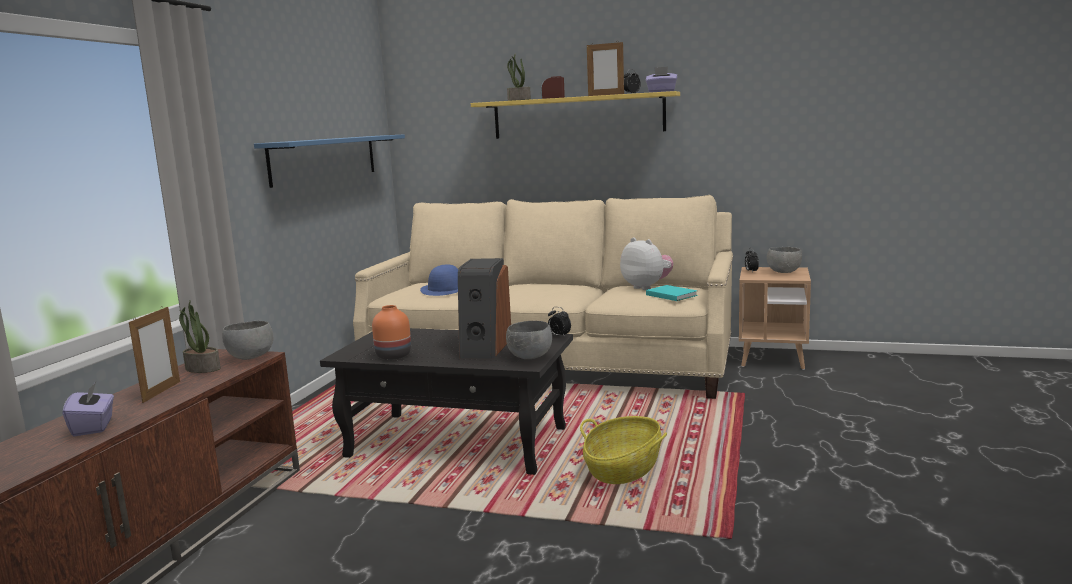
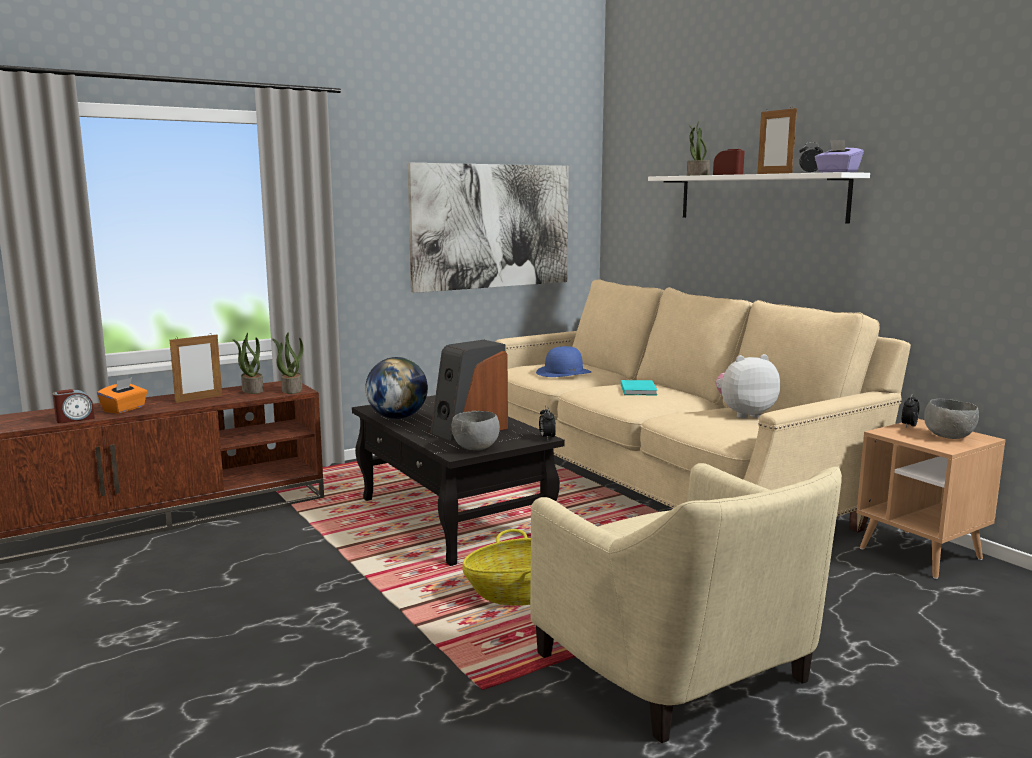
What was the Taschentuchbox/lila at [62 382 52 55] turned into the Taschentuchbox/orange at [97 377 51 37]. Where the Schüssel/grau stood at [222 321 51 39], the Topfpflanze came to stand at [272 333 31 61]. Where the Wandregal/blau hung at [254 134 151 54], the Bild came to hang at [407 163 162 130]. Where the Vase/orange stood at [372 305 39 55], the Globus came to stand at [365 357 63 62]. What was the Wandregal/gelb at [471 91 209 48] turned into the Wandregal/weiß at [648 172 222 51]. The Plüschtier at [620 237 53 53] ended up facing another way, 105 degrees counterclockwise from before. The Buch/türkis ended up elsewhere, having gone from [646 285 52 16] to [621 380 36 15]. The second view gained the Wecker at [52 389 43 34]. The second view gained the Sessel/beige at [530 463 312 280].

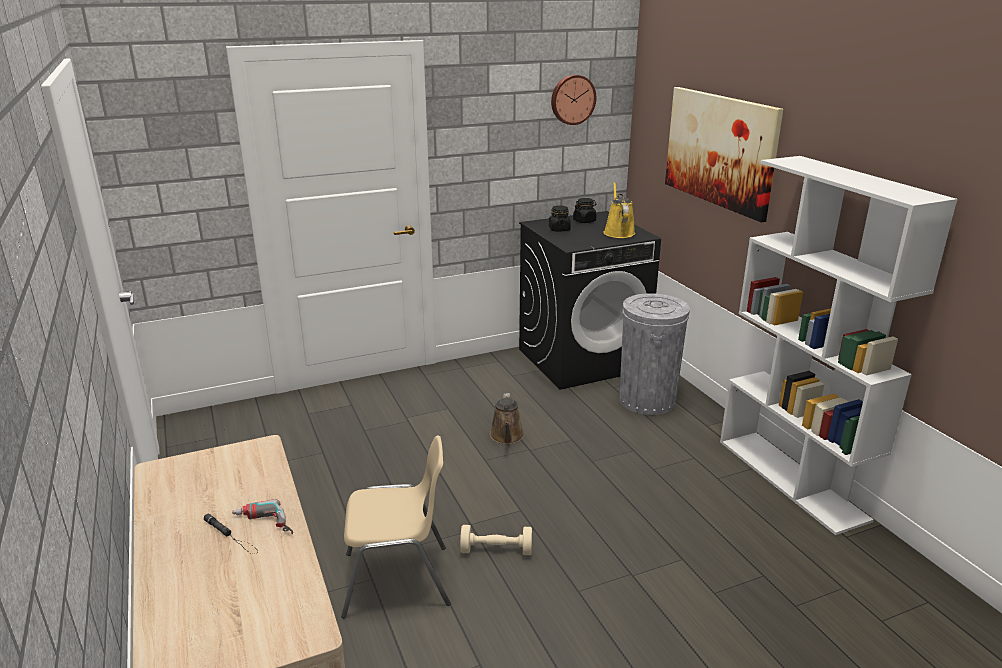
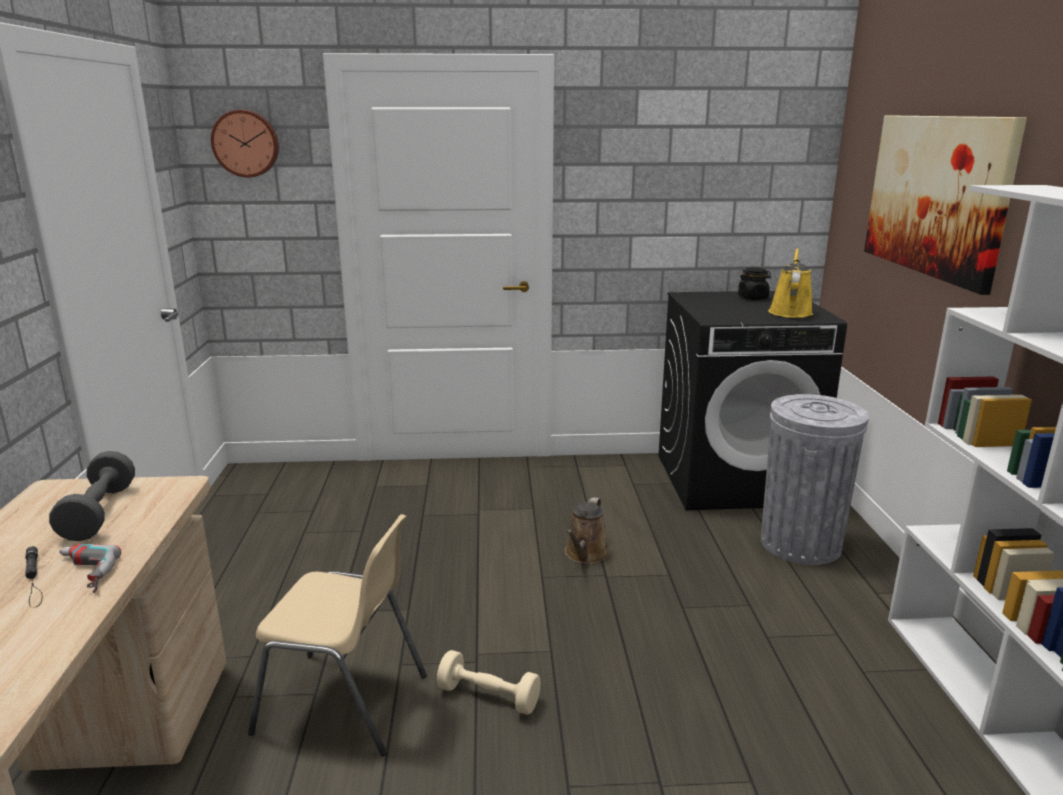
The second view lost the Vorratsglas/schwarz at [549 205 22 27]. The Wanduhr ended up elsewhere, having gone from [551 75 45 50] to [211 110 68 68]. The second view gained the Hantel/grau at [49 451 86 90].

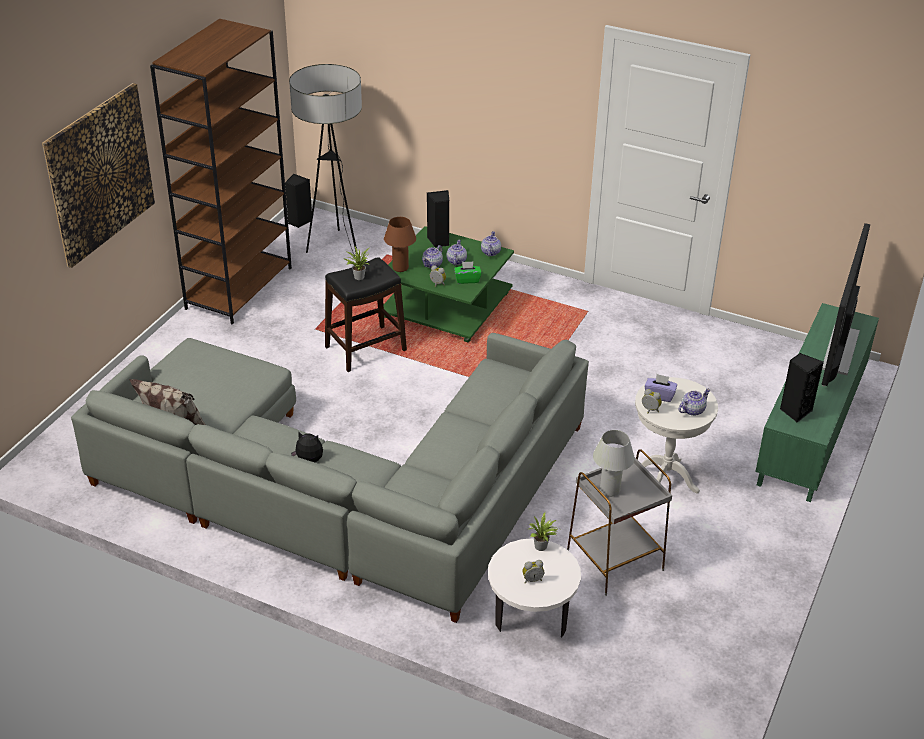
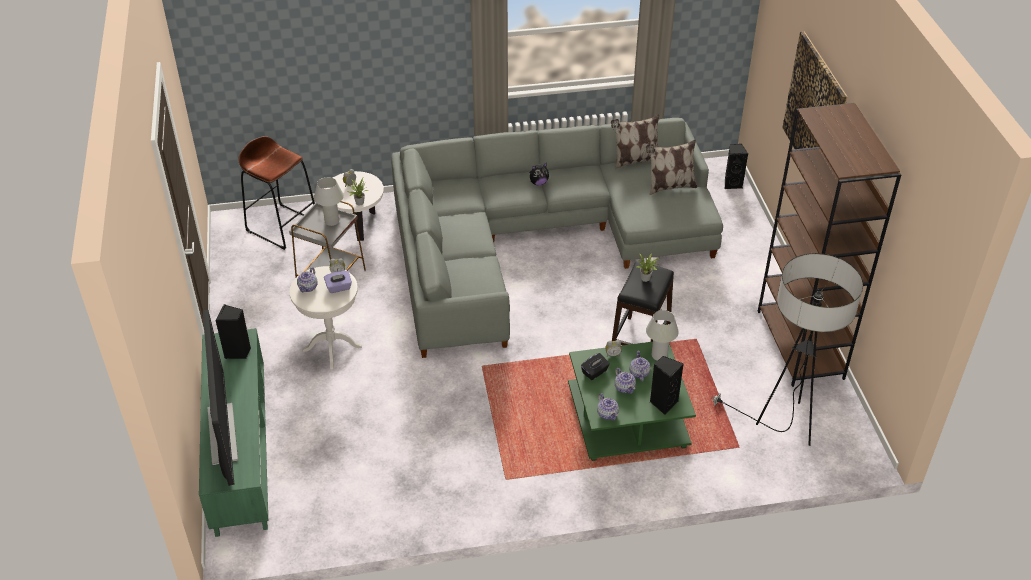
The Lautsprecher/schwarz ended up elsewhere, having gone from [285 174 28 54] to [725 144 23 45]. What was the Tischlampe/braun at [384 217 32 55] turned into the Tischlampe/weiß at [646 310 33 51]. What was the Taschentuchbox/grün at [454 262 28 22] turned into the Taschentuchbox/schwarz at [581 353 29 27]. The second view gained the Hocker/braun at [239 136 76 114]. The second view gained the Kissen at [646 140 51 55].

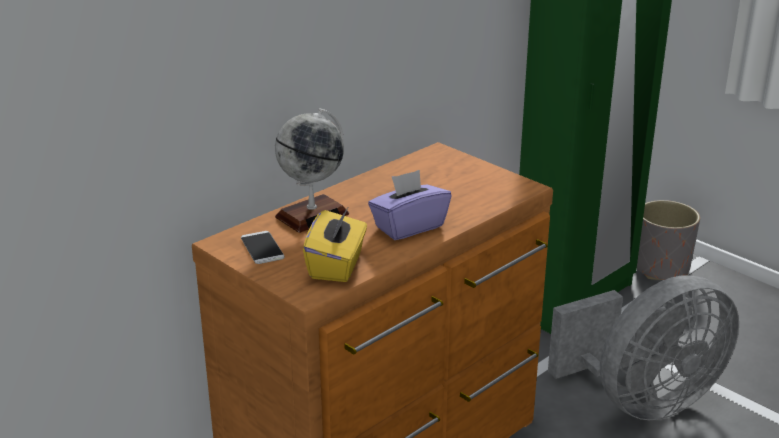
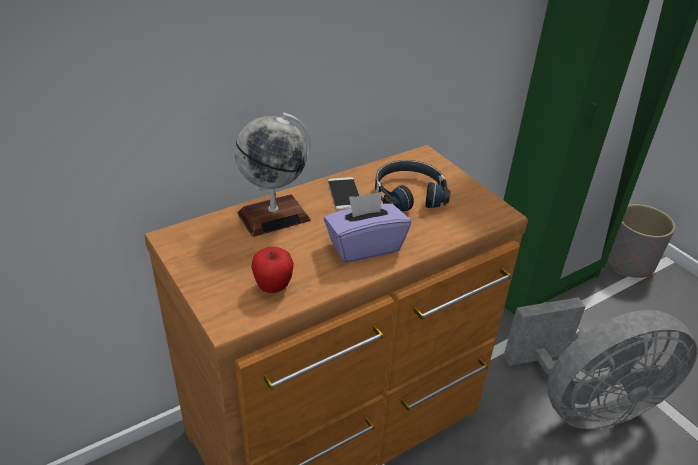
The Handy ended up elsewhere, having gone from [241 231 44 33] to [328 177 32 33]. Where the Taschentuchbox/gelb stood at [303 206 64 76], the Apfel came to stand at [251 247 43 46]. The second view gained the Kopfhörer/schwarz at [375 160 76 51].

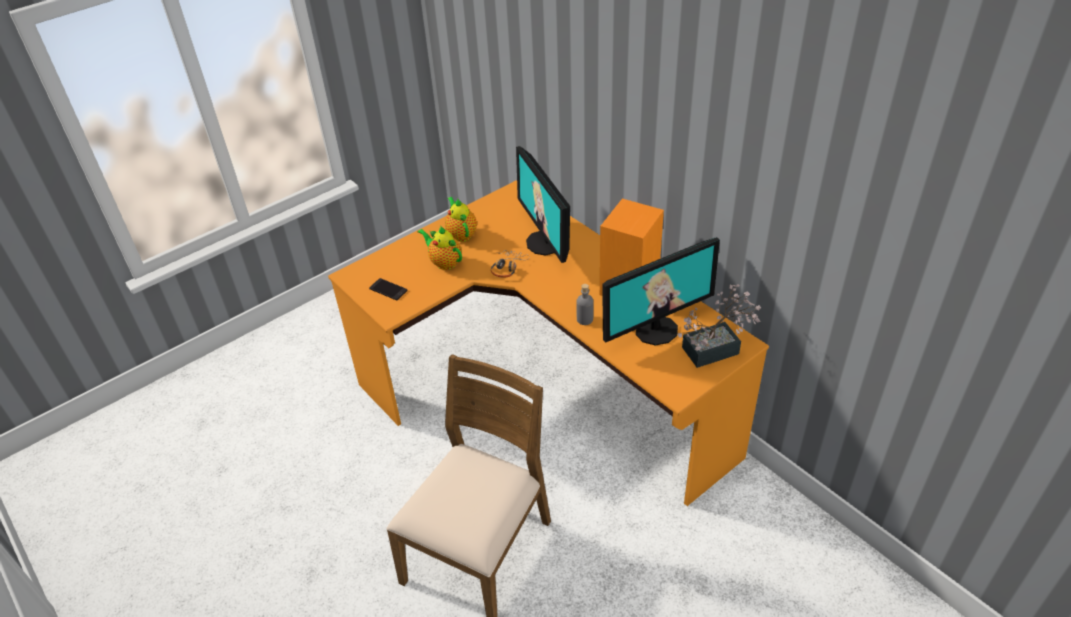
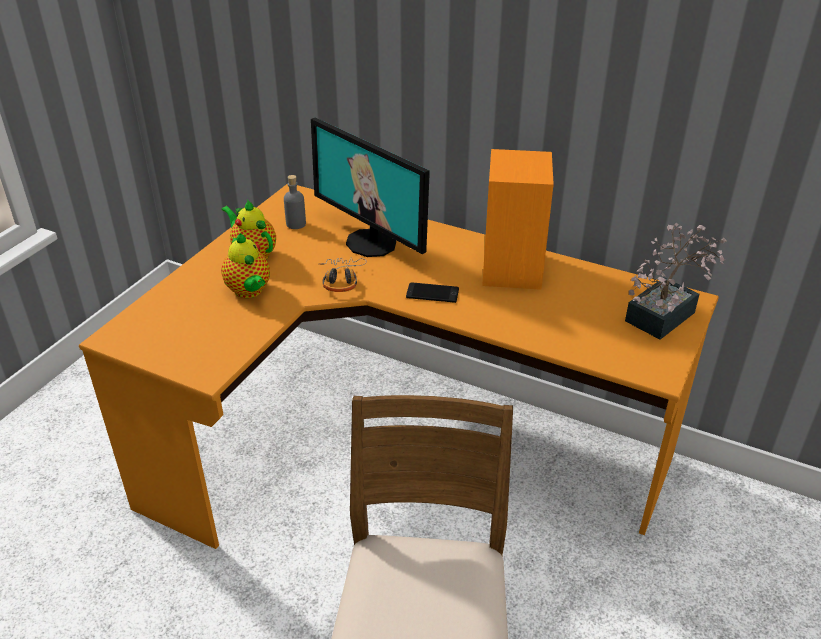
The Handy ended up elsewhere, having gone from [369 278 39 23] to [406 282 53 21]. The Teekanne at [418 227 44 43] ended up facing another way, 135 degrees counterclockwise from before. The Flasche/grau ended up elsewhere, having gone from [577 284 17 41] to [284 175 22 54]. The second view lost the Monitor at [602 237 118 109].

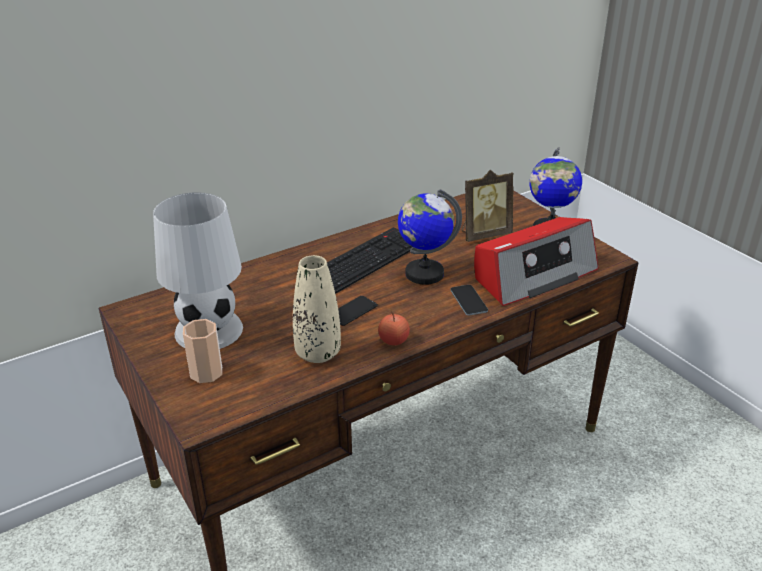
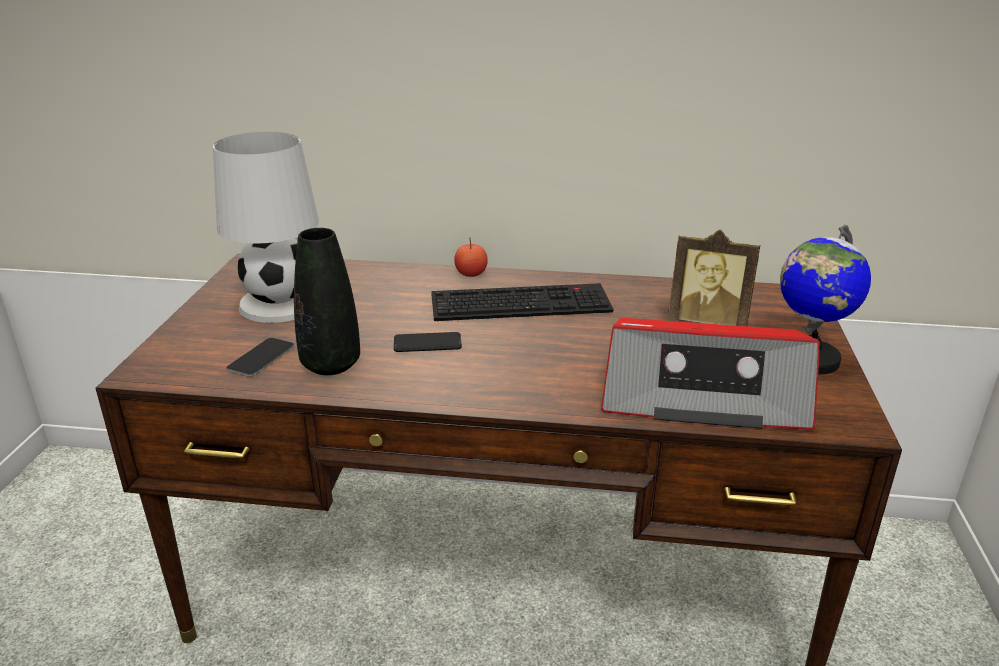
The second view lost the Tasse at [183 319 39 64]. What was the Vase/beige at [293 255 48 108] turned into the Vase/schwarz at [294 228 66 147]. The Apfel ended up elsewhere, having gone from [378 311 32 34] to [454 237 34 40]. The second view lost the Globus at [398 189 64 96]. The Handy ended up elsewhere, having gone from [451 285 37 30] to [227 338 67 39].

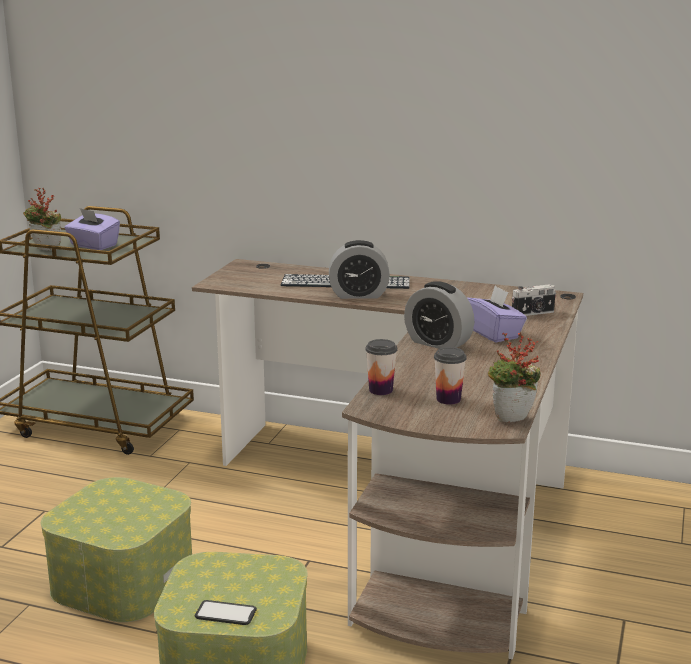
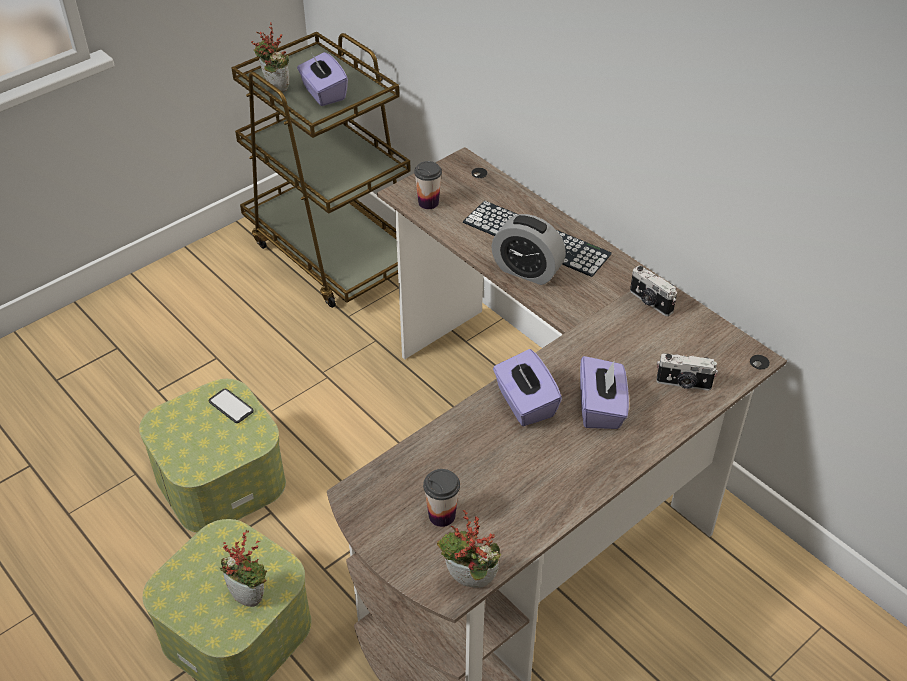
The Handy ended up elsewhere, having gone from [195 600 62 25] to [209 389 45 34]. The Tasse ended up elsewhere, having gone from [365 339 32 56] to [414 161 28 48]. Where the Wecker stood at [404 281 71 68], the Taschentuchbox/lila came to stand at [493 349 69 77]. The second view gained the Topfpflanze at [220 530 47 77]. The second view gained the Kamera at [630 266 47 50].

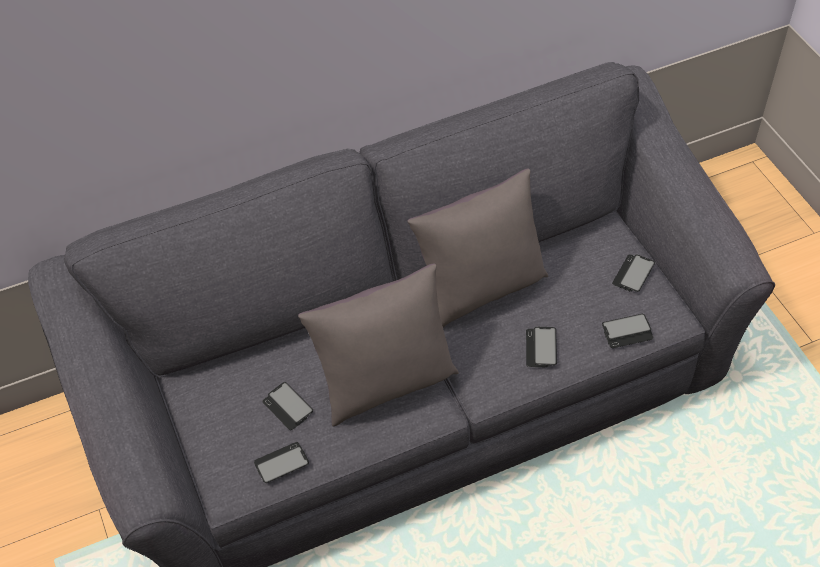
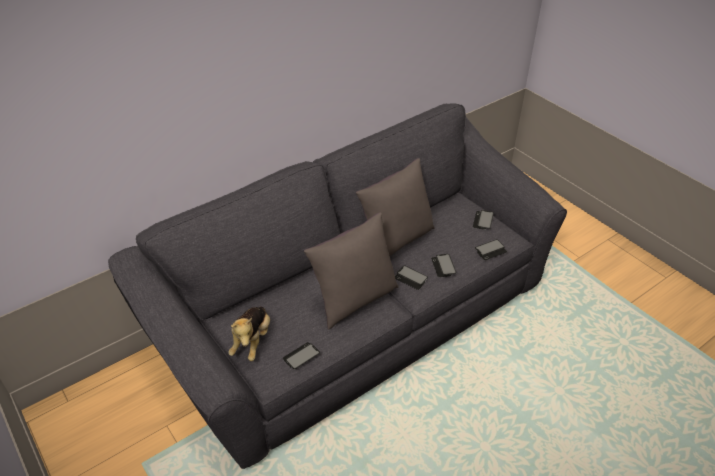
The Handy ended up elsewhere, having gone from [262 382 51 48] to [395 265 33 25]. The second view gained the Plüschtier at [228 306 42 55].

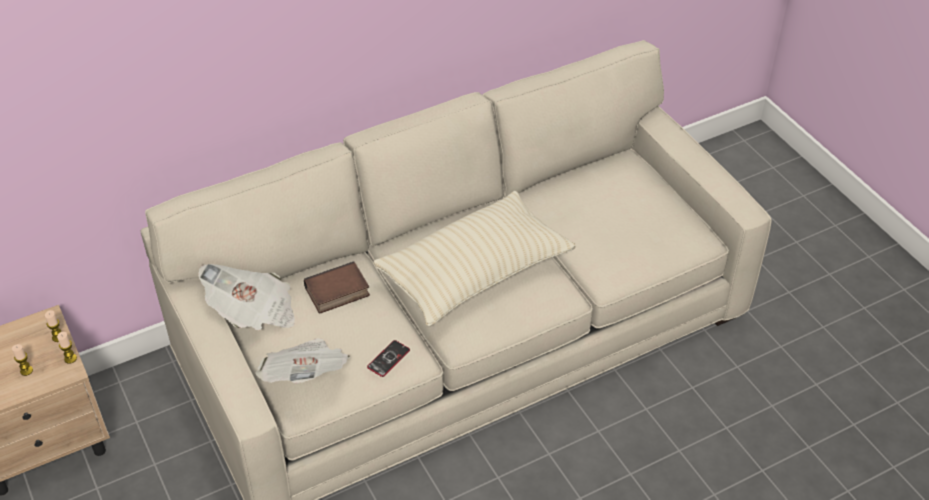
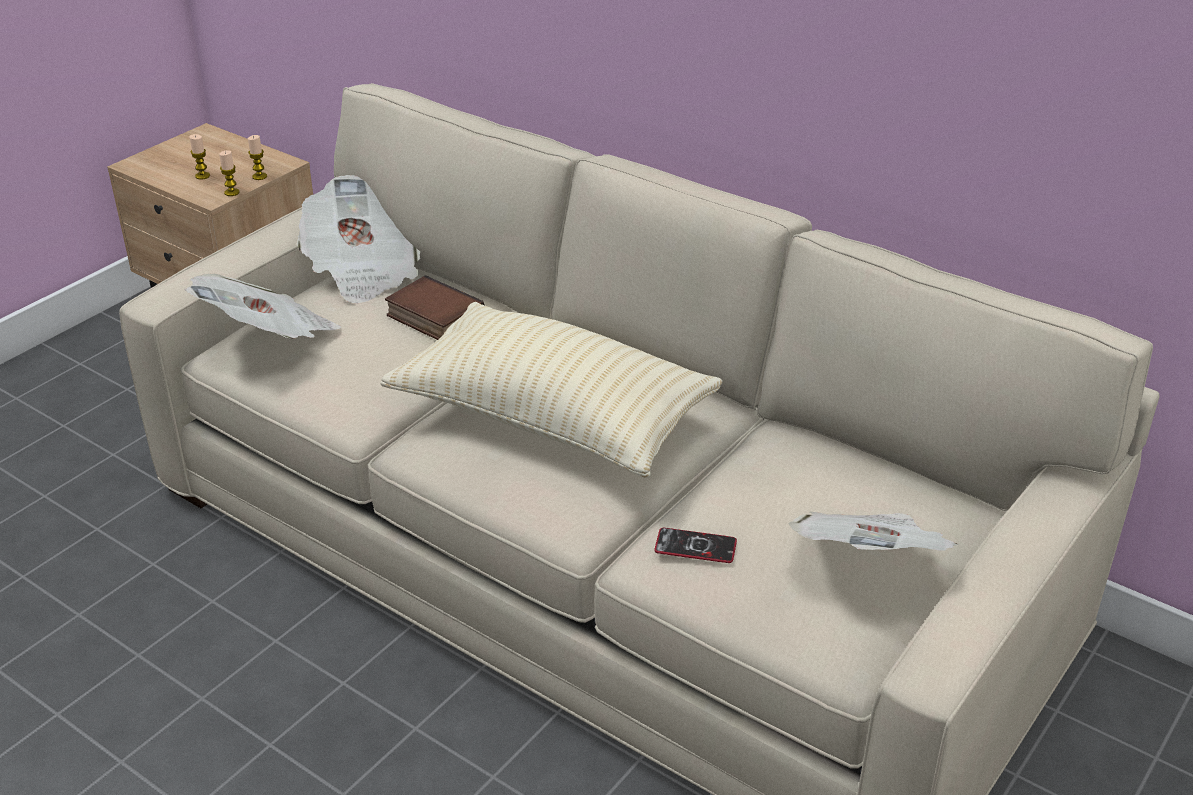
The Handy ended up elsewhere, having gone from [367 340 43 37] to [654 528 83 35]. The second view gained the Zeitung at [788 511 171 40].

